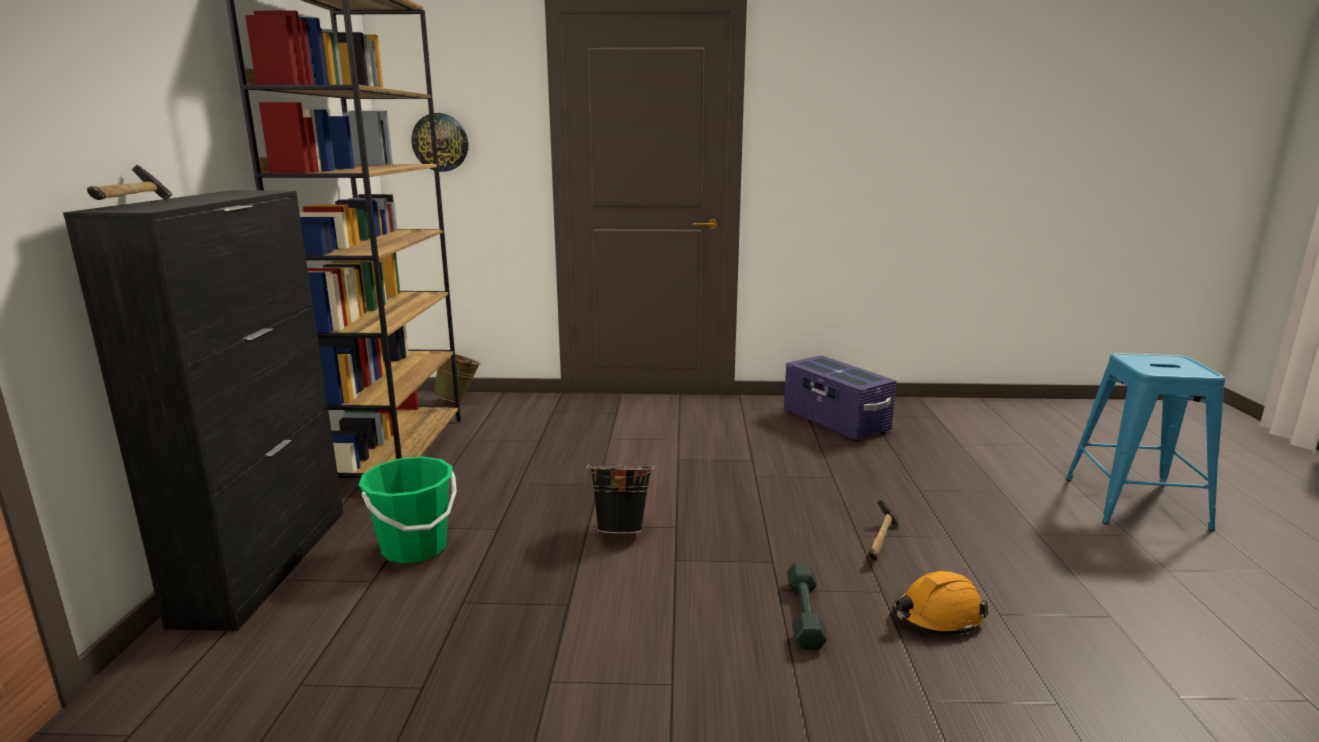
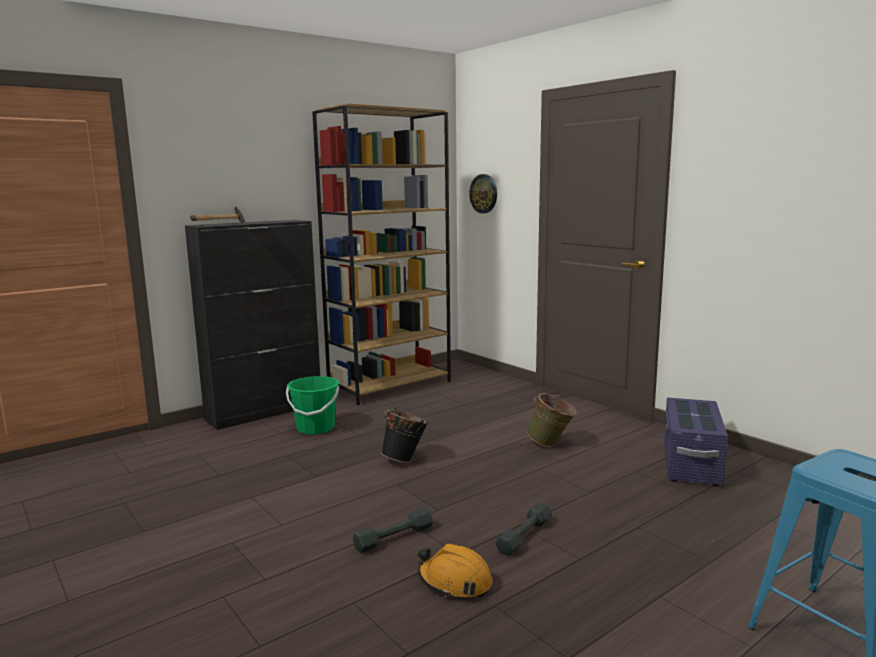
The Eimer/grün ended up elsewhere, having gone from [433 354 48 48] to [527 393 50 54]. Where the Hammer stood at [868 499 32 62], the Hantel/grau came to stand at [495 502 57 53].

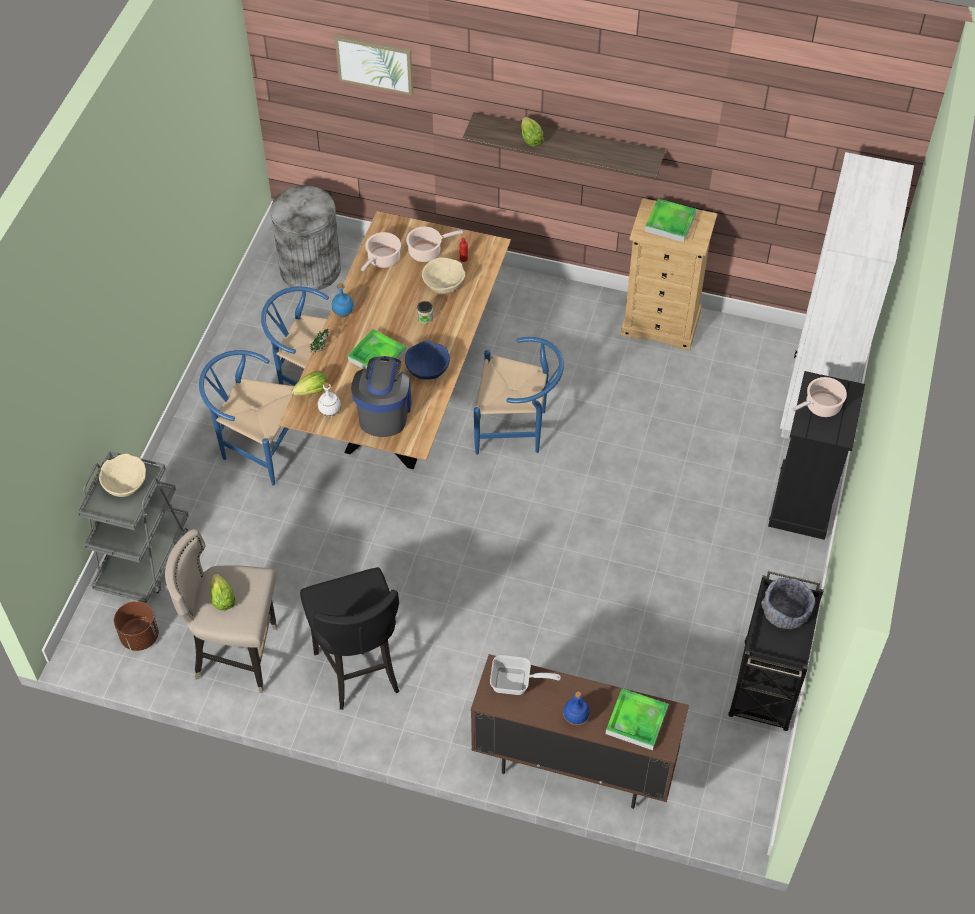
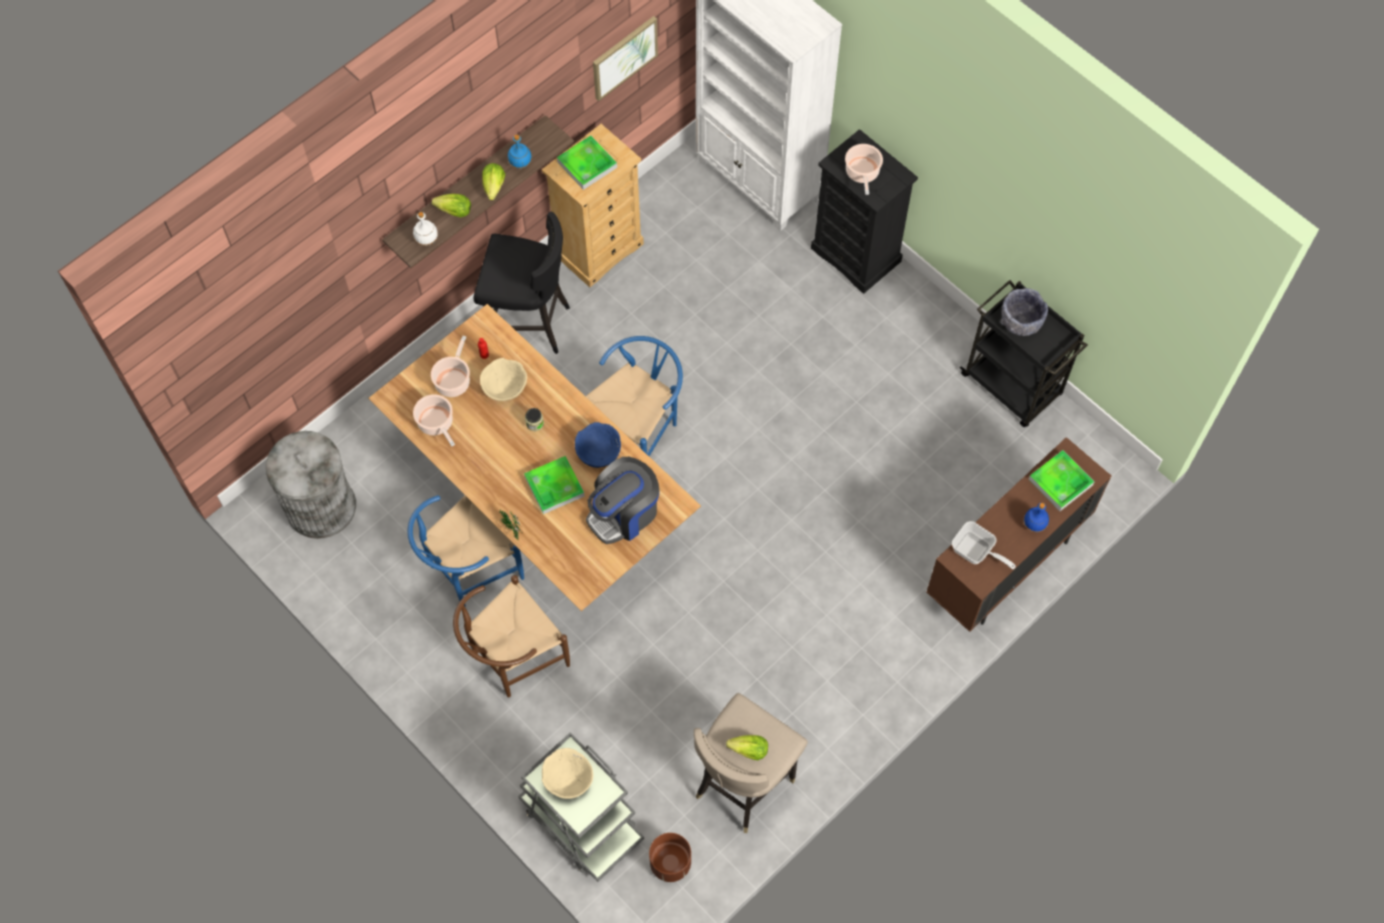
What was the Stuhl/blau at [199 350 98 136] turned into the Stuhl/braun at [453 575 117 123]. The Salatkopf ended up elsewhere, having gone from [292 371 36 25] to [482 163 23 37]. The Hocker/schwarz ended up elsewhere, having gone from [300 567 99 143] to [473 212 97 142]. The Flasche/weiß ended up elsewhere, having gone from [318 383 23 34] to [413 212 25 34]. The Flasche/blau ended up elsewhere, having gone from [332 283 22 34] to [508 135 24 34]. The Bild ended up elsewhere, having gone from [335 35 78 61] to [593 16 65 85]. The Kaffeemaschine at [351 356 61 81] ended up facing another way, 75 degrees counterclockwise from before. The Pfanne at [490 655 71 40] ended up facing another way, 90 degrees clockwise from before.

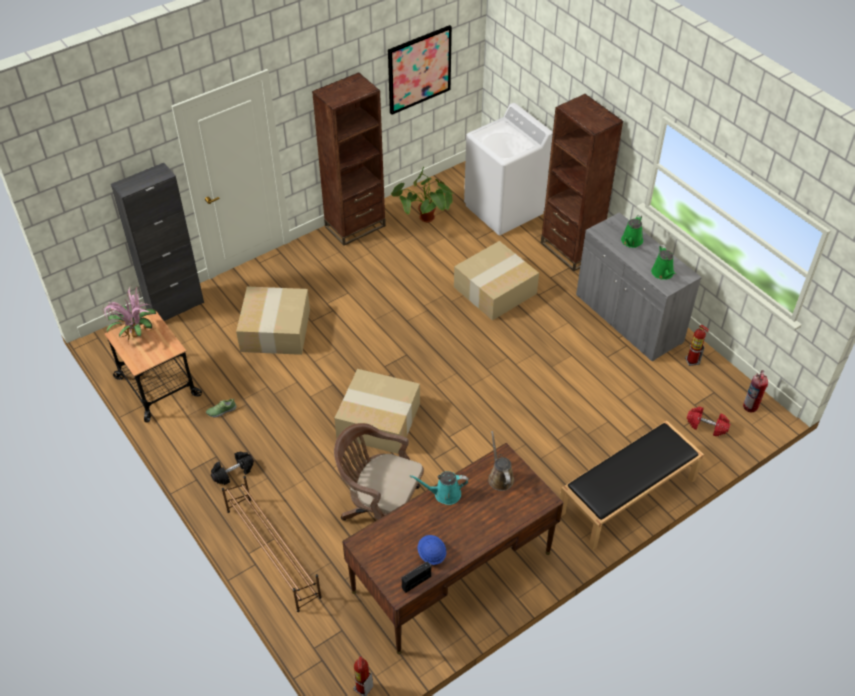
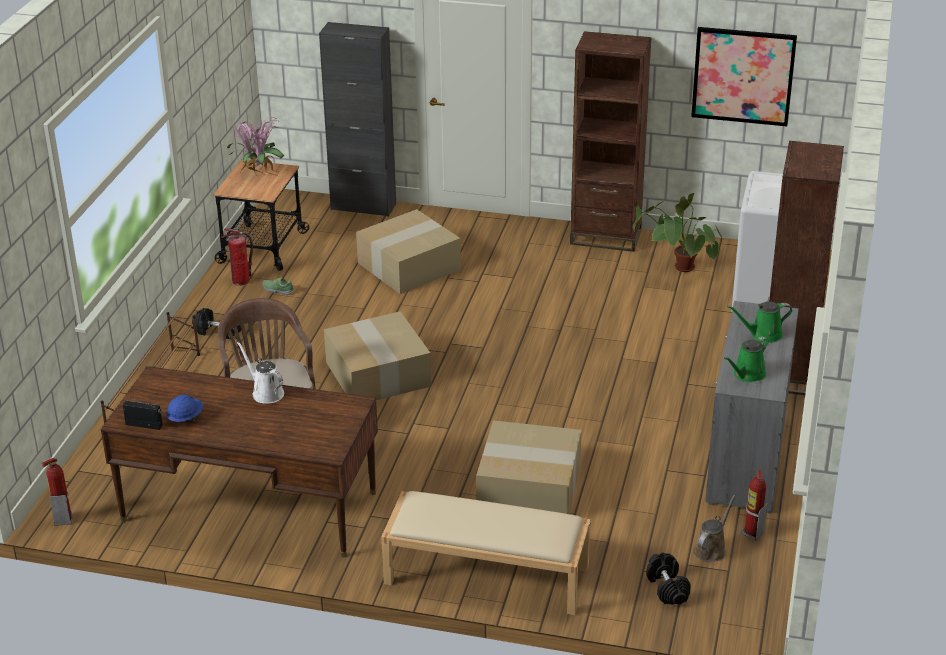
What was the Gießkanne/türkis at [410 471 58 34] turned into the Gießkanne/weiß at [237 342 47 62]. The Karton ended up elsewhere, having gone from [454 241 85 80] to [476 420 106 94]. The Gießkanne/braun ended up elsewhere, having gone from [488 431 26 60] to [693 495 43 67]. What was the Bank/schwarz at [560 421 144 129] turned into the Bank/beige at [381 491 210 124]. What was the Hantel/rot at [687 407 43 29] turned into the Hantel/schwarz at [646 552 45 53]. The Feuerlöscher ended up elsewhere, having gone from [743 370 25 43] to [222 228 31 58].

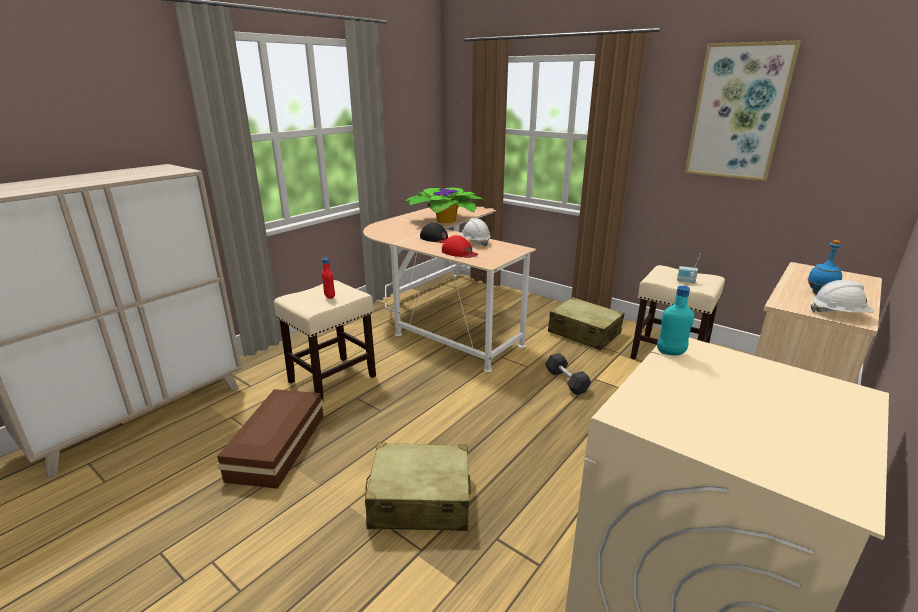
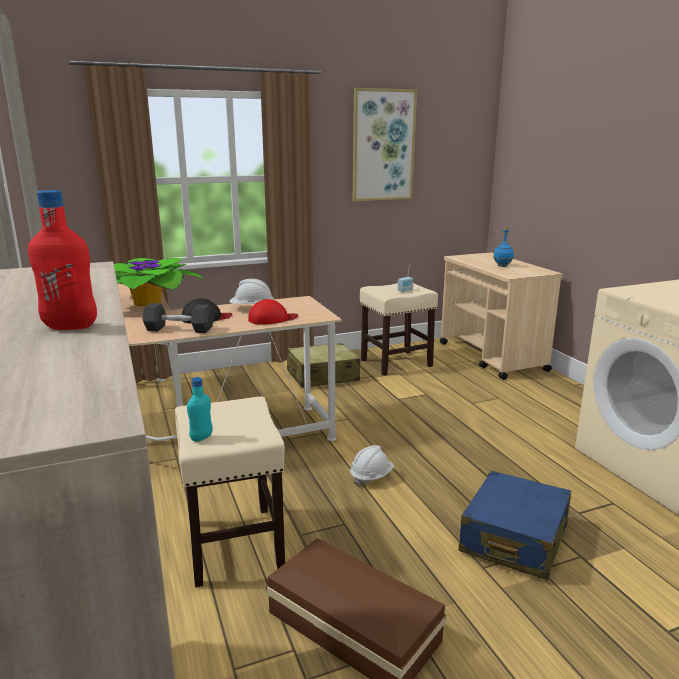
The Flasche/rot ended up elsewhere, having gone from [322 258 13 41] to [28 190 69 140]. What was the Koffer/beige at [365 443 106 88] turned into the Koffer/blau at [459 471 112 109]. The Hantel/grau ended up elsewhere, having gone from [545 353 47 42] to [142 303 72 30]. The Flasche/türkis ended up elsewhere, having gone from [657 286 37 69] to [187 377 26 65]. The Schutzhelm/weiß ended up elsewhere, having gone from [811 280 63 33] to [350 445 44 41].

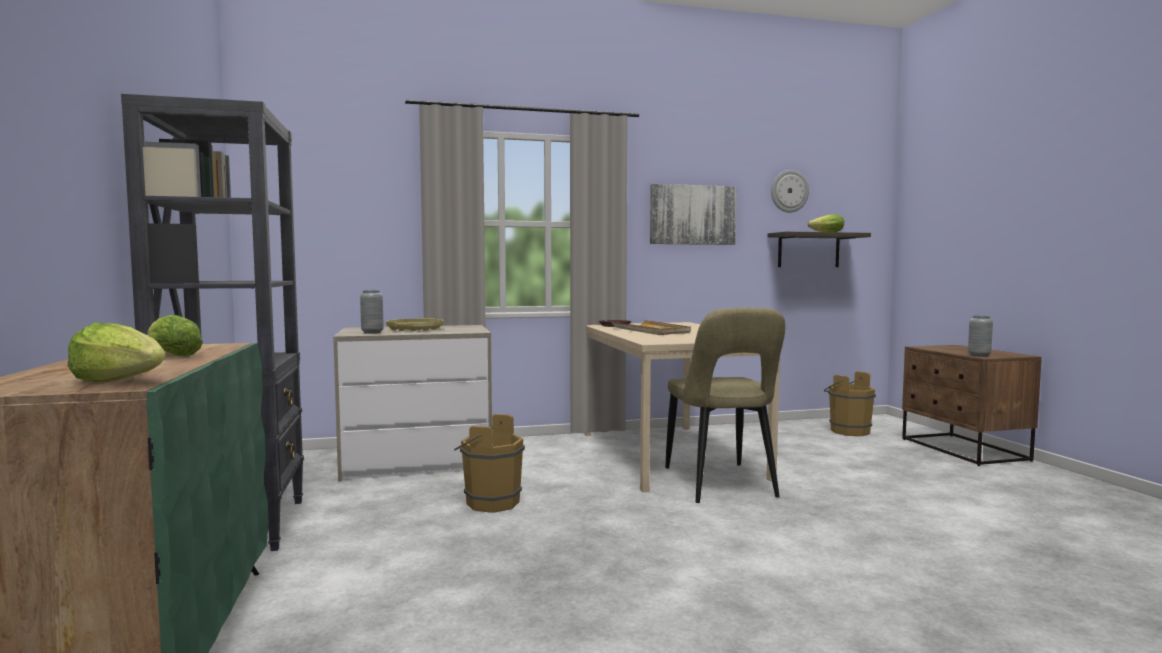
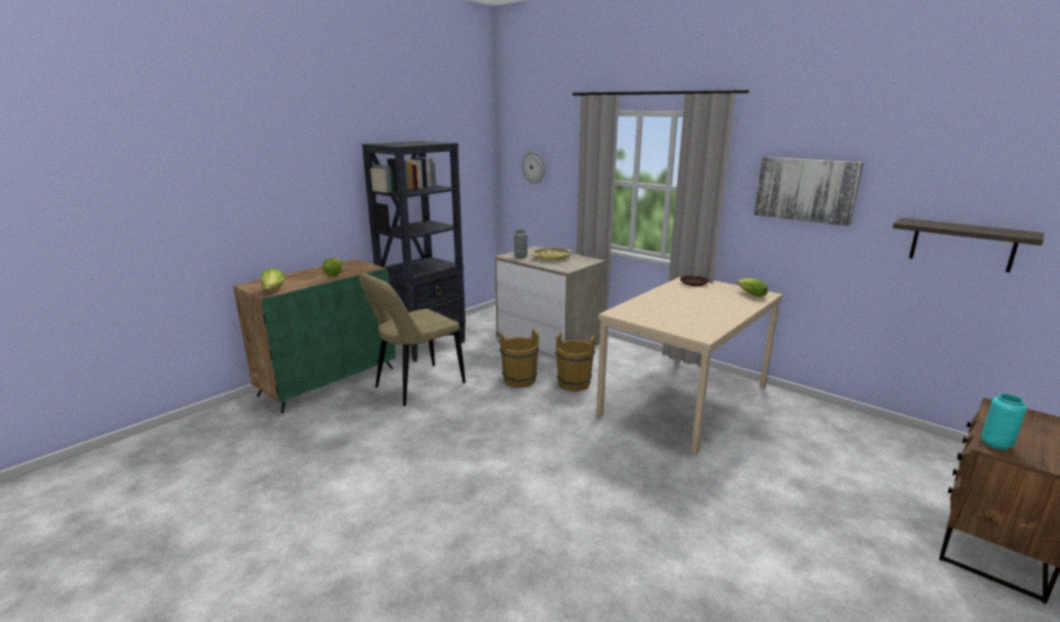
The second view lost the Tablett/beige at [611 320 80 15]. The Stuhl/beige ended up elsewhere, having gone from [665 308 121 195] to [359 273 106 133]. The Wanduhr ended up elsewhere, having gone from [771 170 38 43] to [522 151 24 33]. The Salatkopf ended up elsewhere, having gone from [808 214 36 18] to [737 279 31 18]. The Eimer/braun ended up elsewhere, having gone from [824 371 52 65] to [555 332 42 60]. What was the Vase/grau at [968 315 25 42] turned into the Vase/türkis at [981 394 46 56].

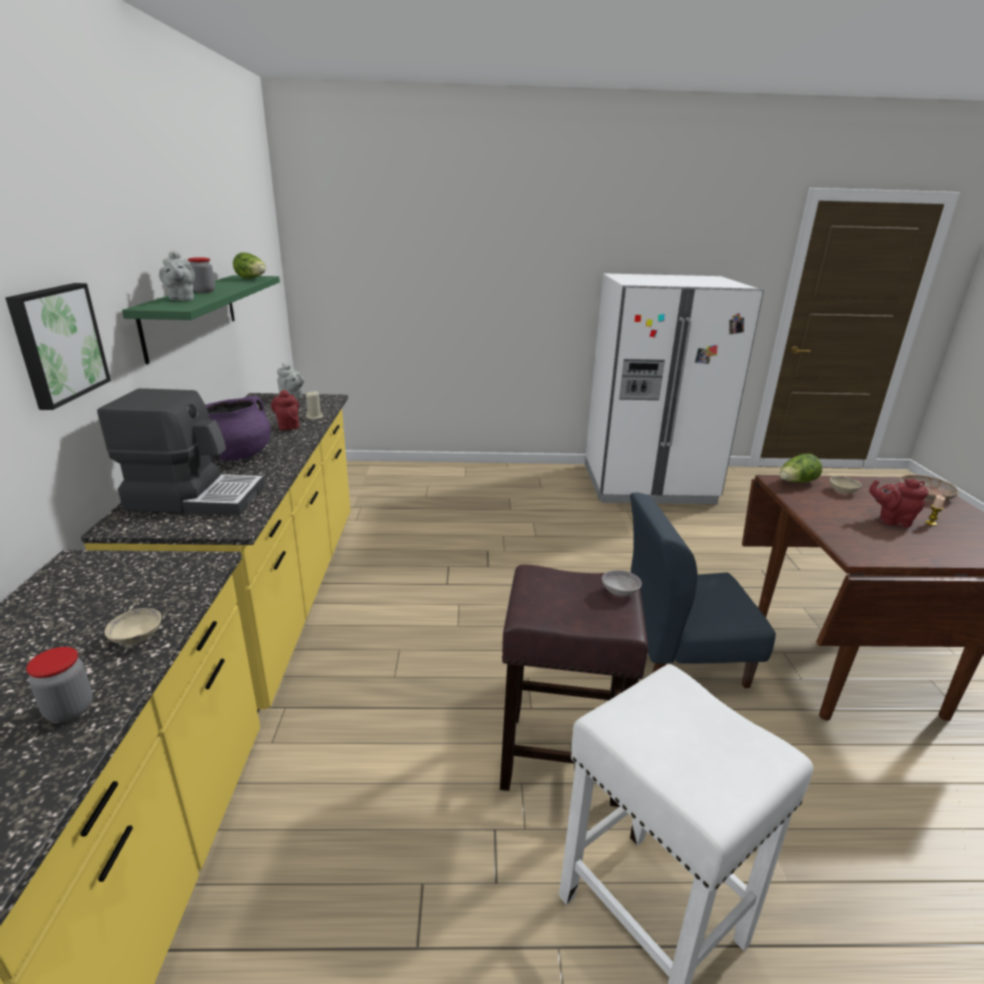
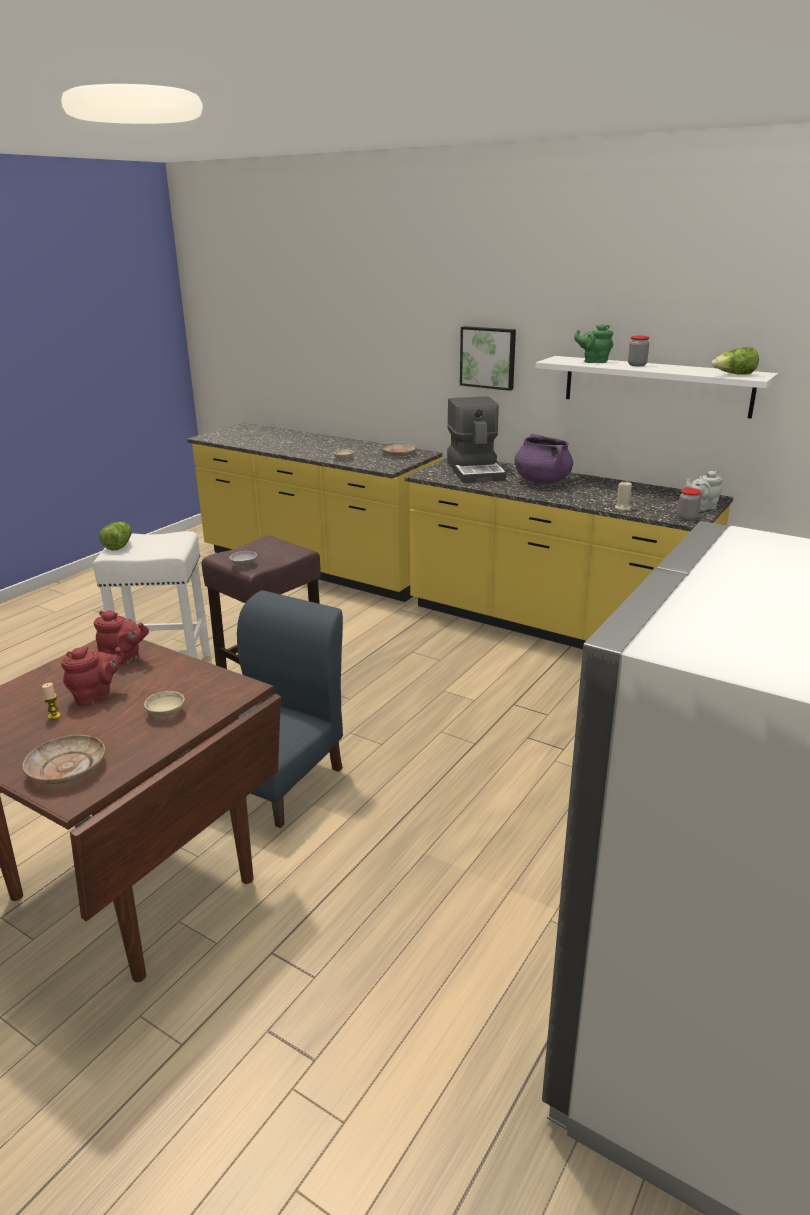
The Vorratsglas ended up elsewhere, having gone from [26 647 67 75] to [677 488 24 33]. The Kaffeemaschine at [97 388 168 128] ended up facing another way, 45 degrees counterclockwise from before. What was the Wandregal/grün at [122 275 158 89] turned into the Wandregal/weiß at [536 356 242 63]. What was the Teekanne/grau at [159 250 36 51] turned into the Teekanne/grün at [574 324 39 39]. The Teekanne/rot ended up elsewhere, having gone from [271 390 28 40] to [94 611 55 53]. The Salatkopf ended up elsewhere, having gone from [780 454 42 29] to [99 522 33 28]. The second view gained the Teller/beige at [381 442 36 14].

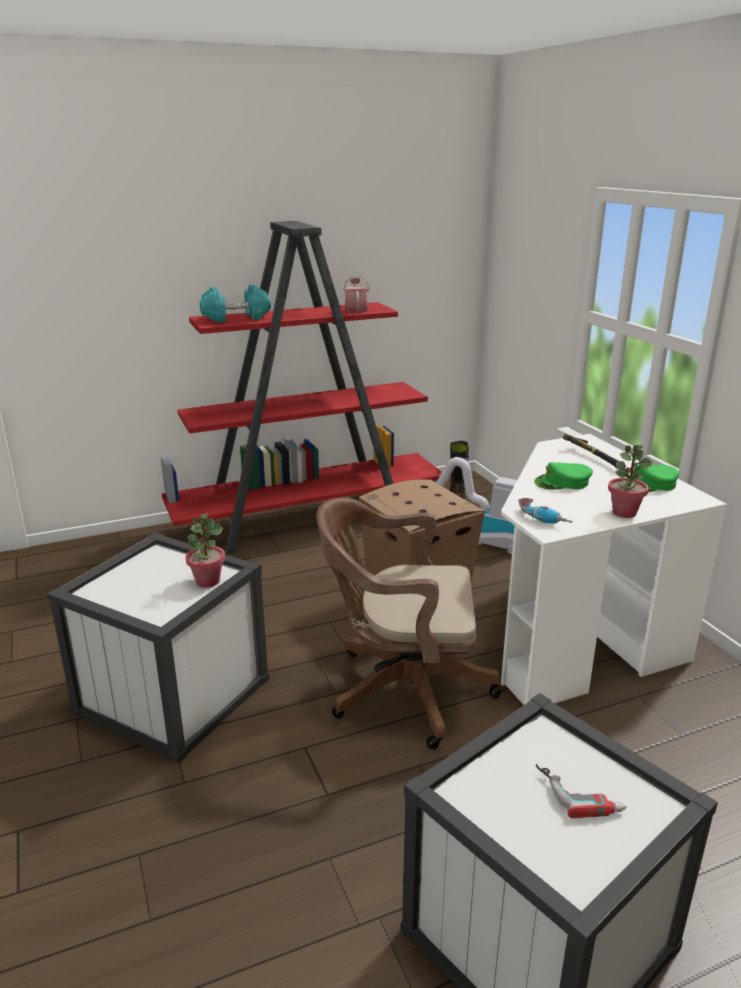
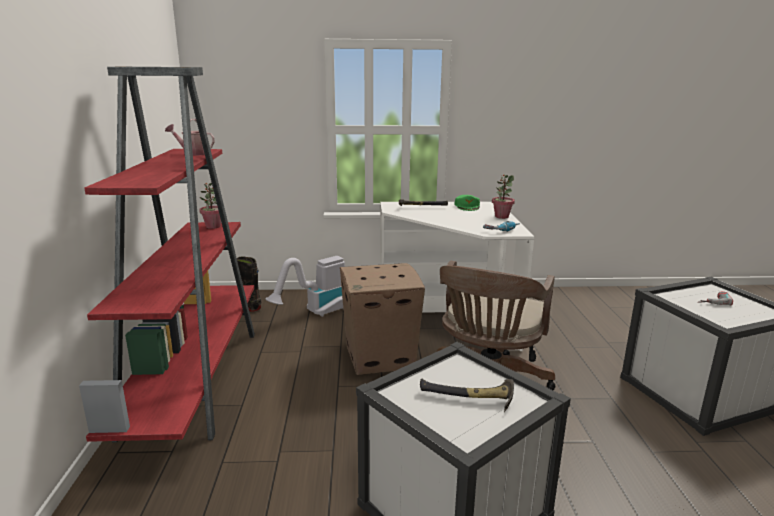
The Topfpflanze ended up elsewhere, having gone from [186 514 39 74] to [199 183 22 46]. The second view lost the Hantel/türkis at [200 285 71 38]. The second view lost the Kappe/grün at [534 462 59 28]. The second view gained the Hammer at [420 379 94 33].

